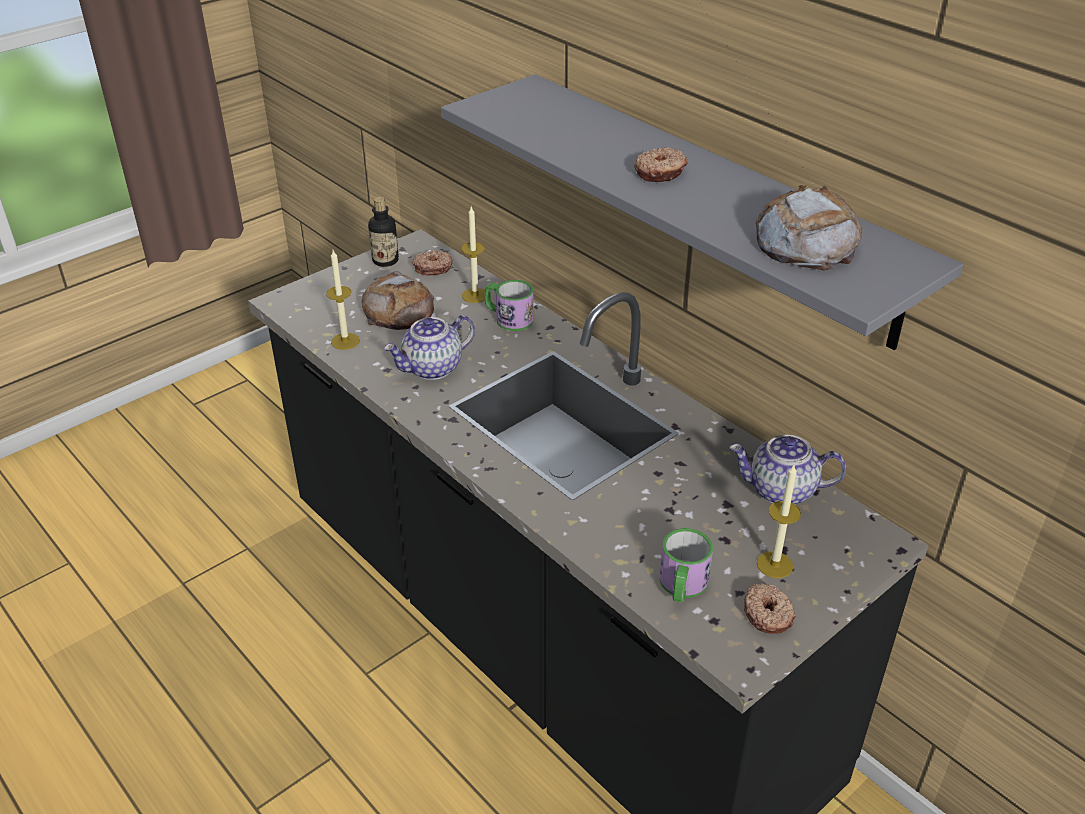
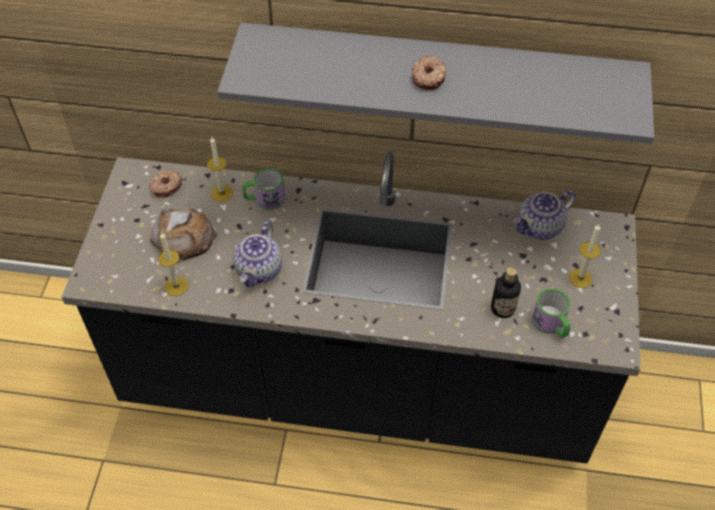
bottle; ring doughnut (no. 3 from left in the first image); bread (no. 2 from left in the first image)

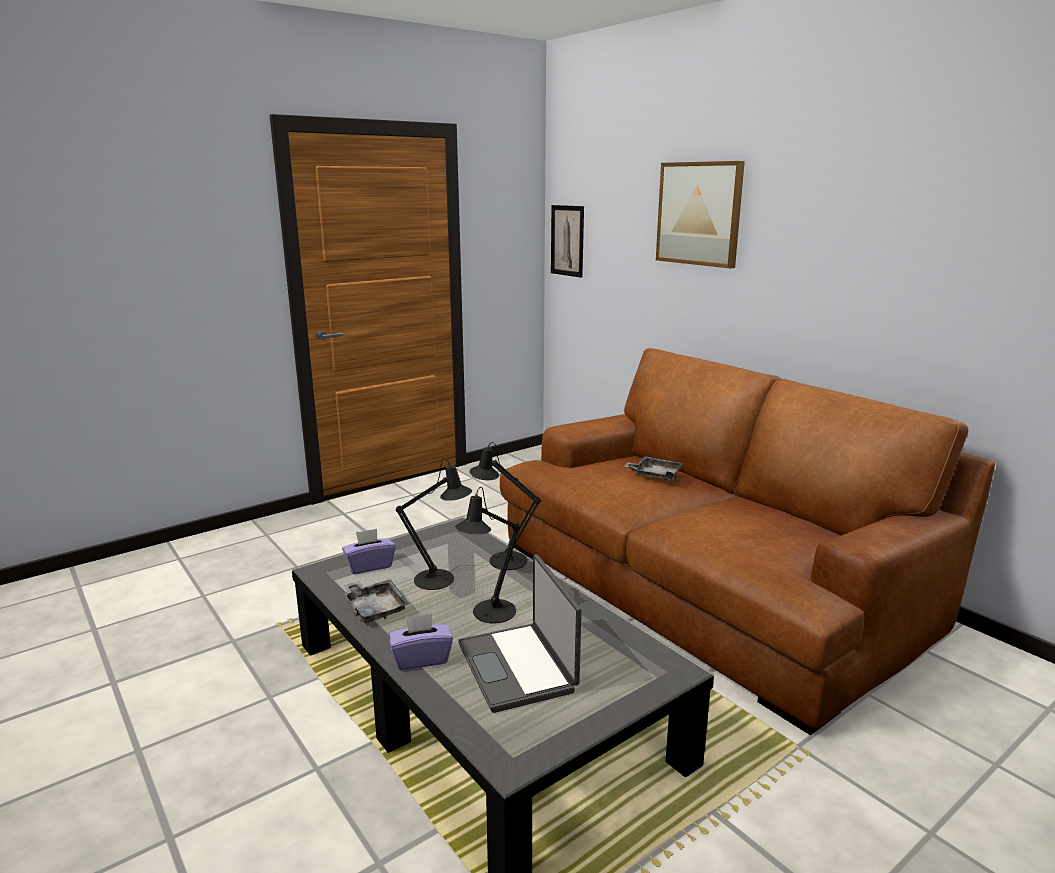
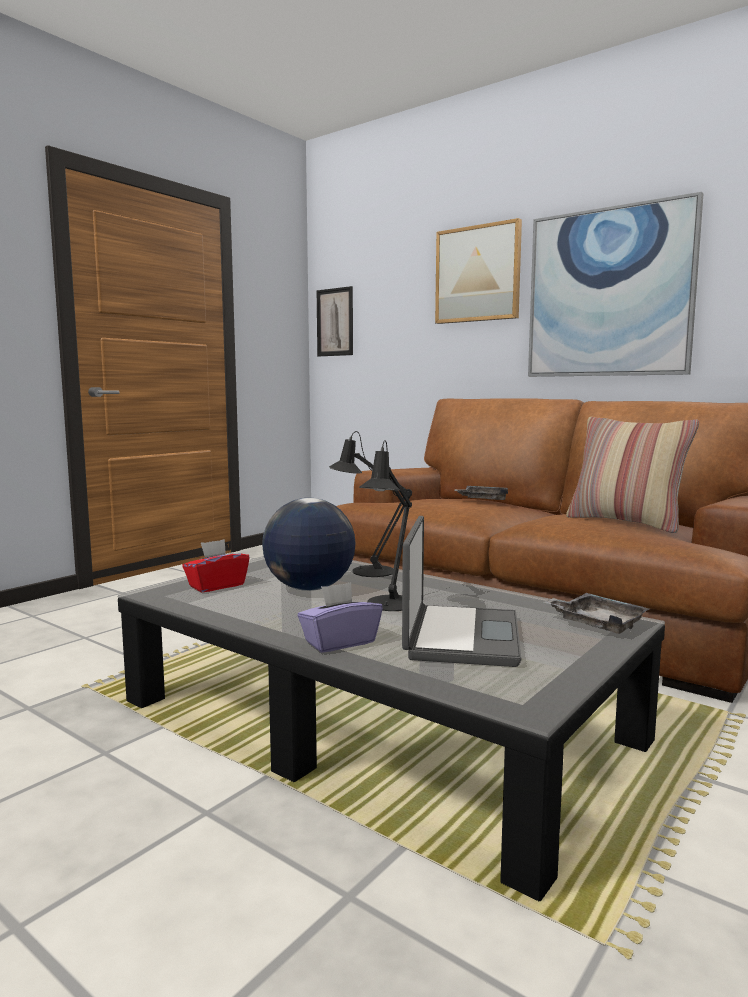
reddish box of tissues; grey tray (no. 2 from left); desk globe; notebook computer; picture (no. 3 from left); pillow

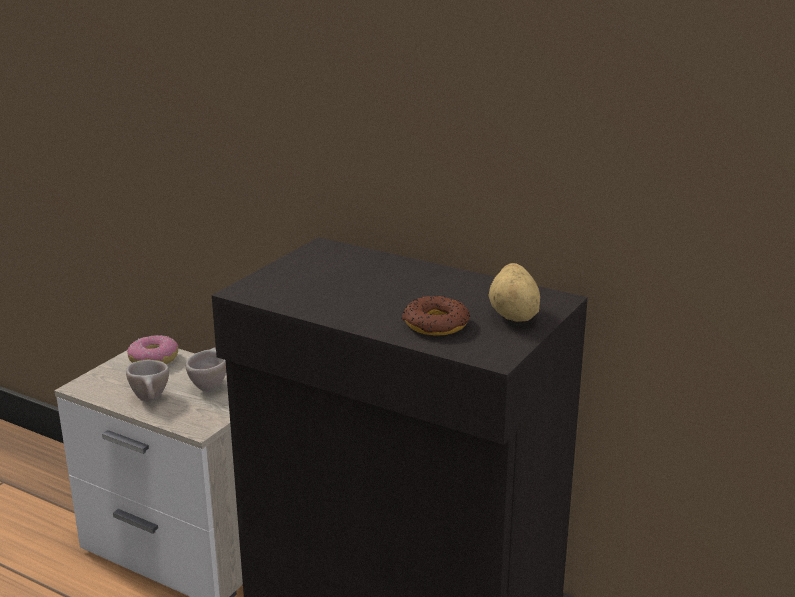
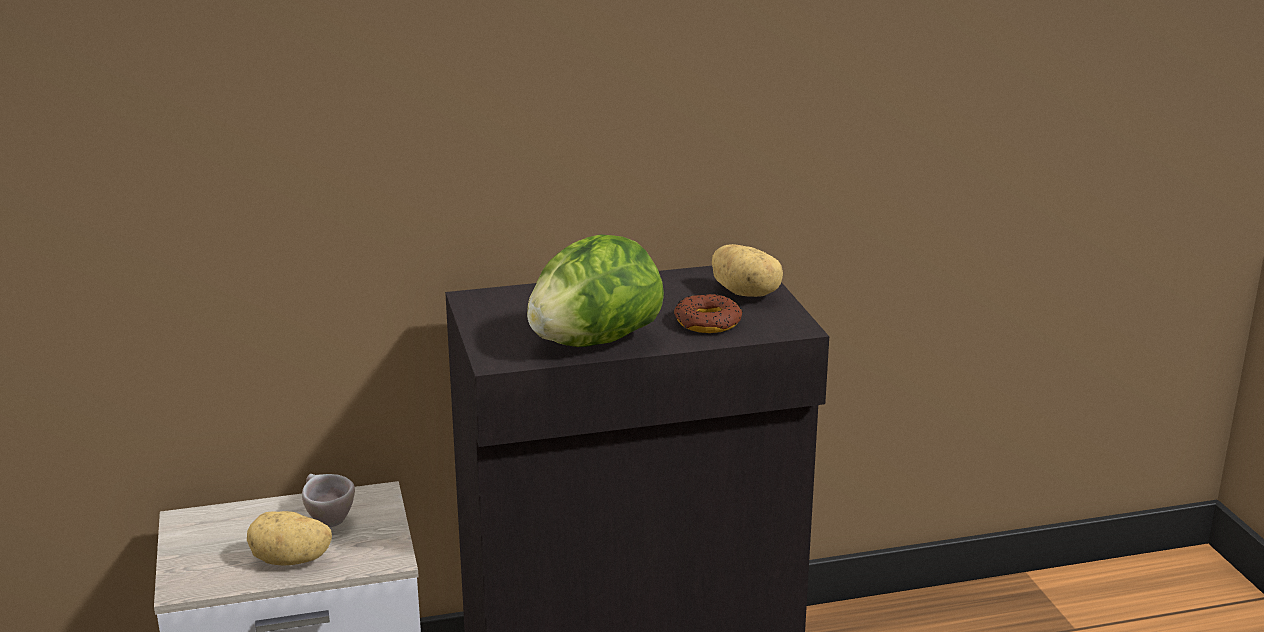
potato (no. 1 from left); ring doughnut (no. 1 from left in the first image); head of lettuce

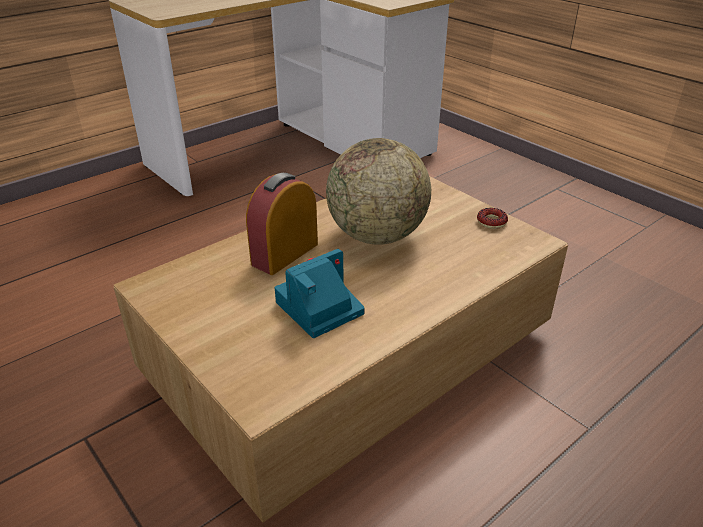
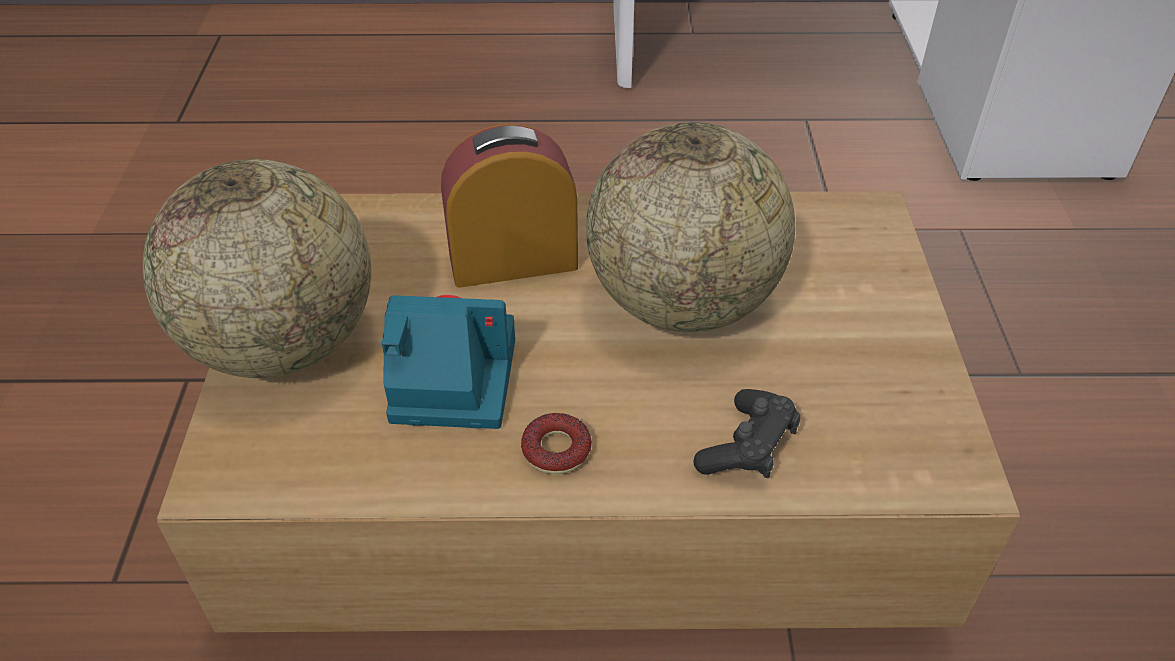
ring doughnut; desk globe (no. 1 from left); black game controller

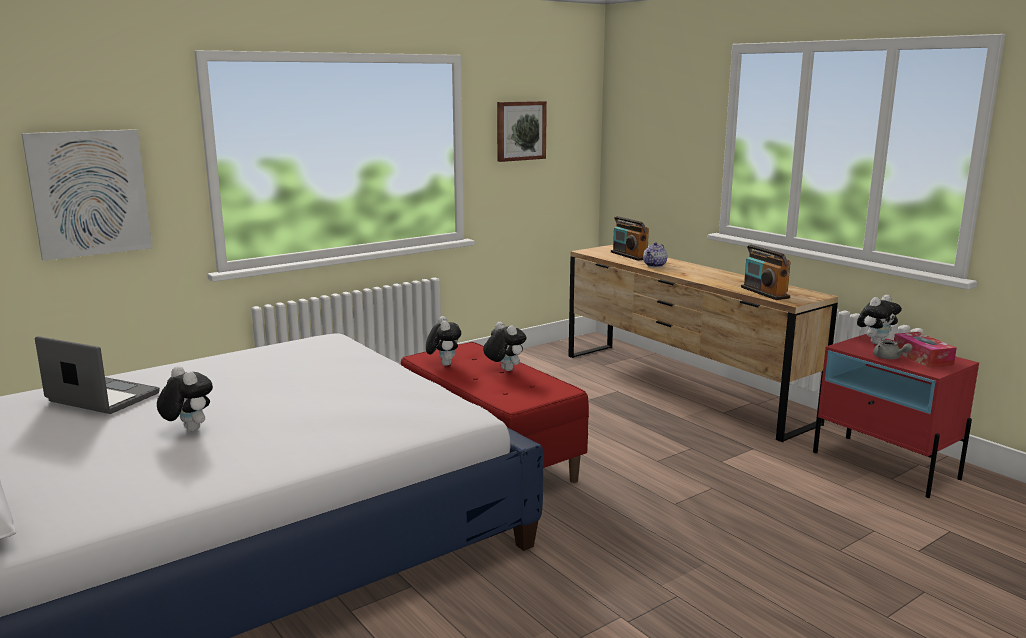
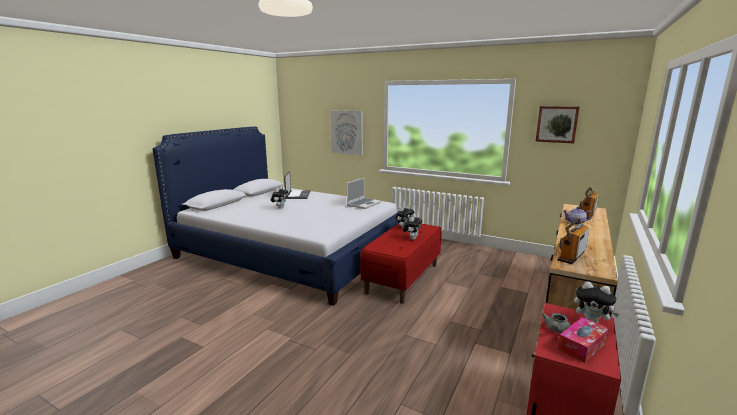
notebook computer (no. 2 from left)

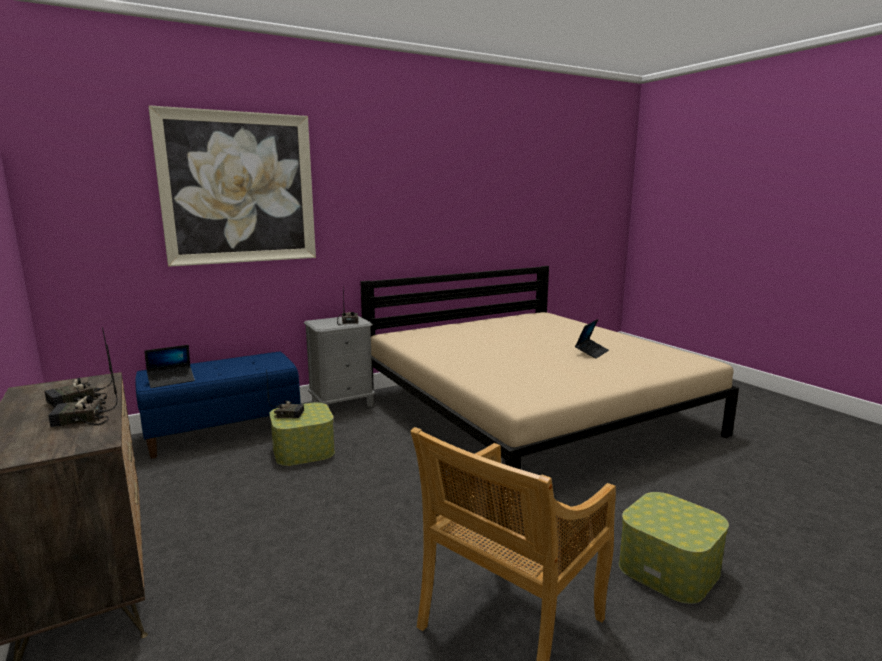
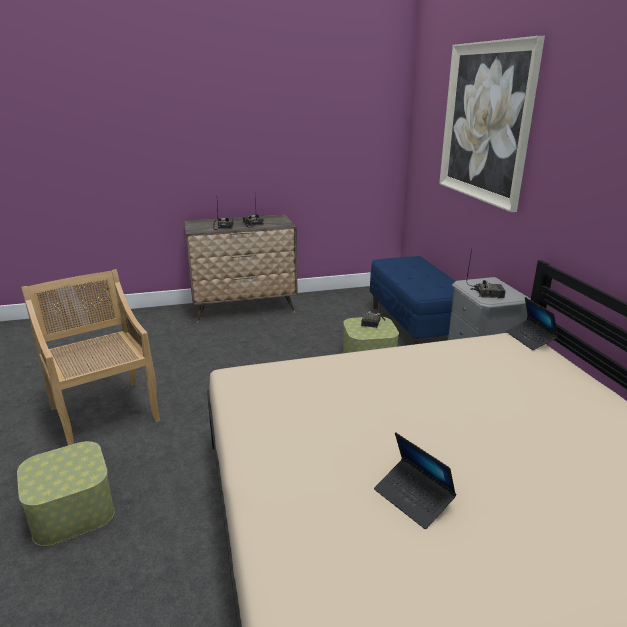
notebook computer (no. 2 from left)

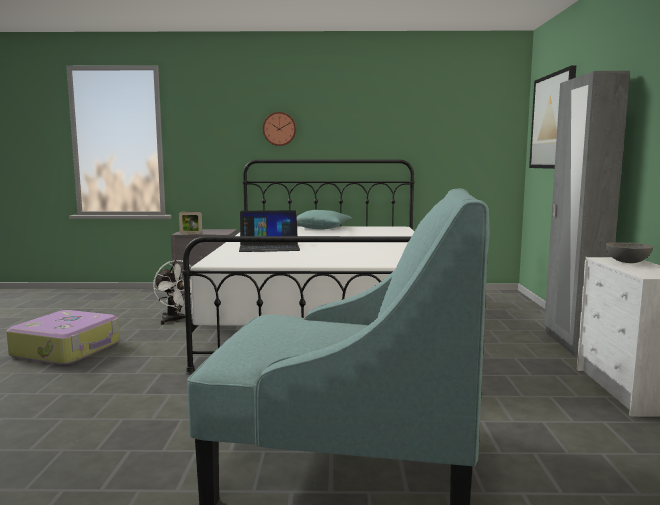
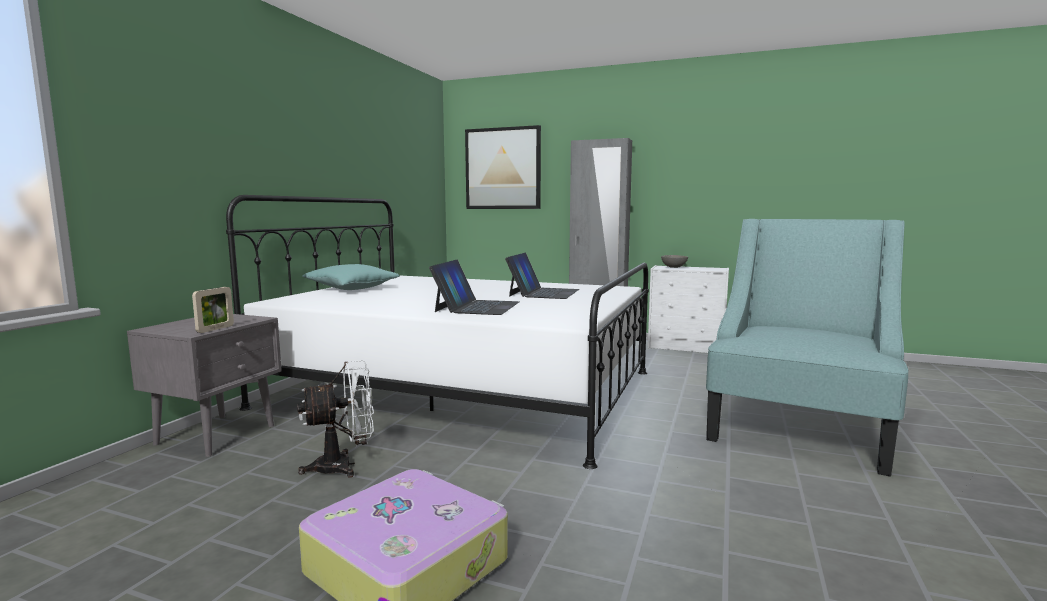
clock on the wall; notebook computer (no. 2 from left)

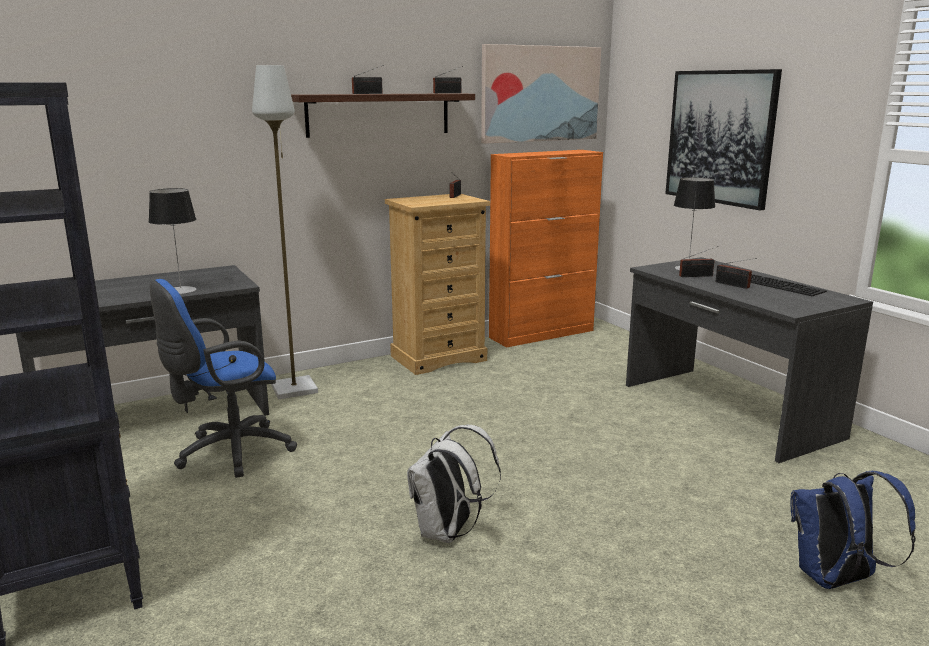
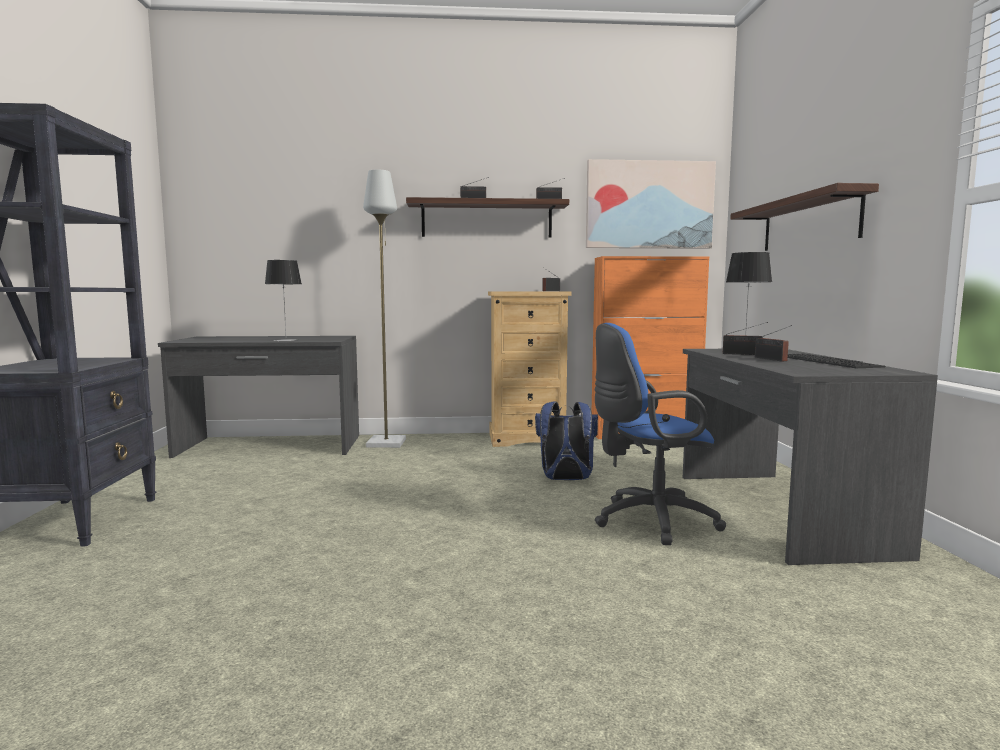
blue-coloured computer chair; white rucksack; shelf (no. 2 from left); blue-coloured rucksack

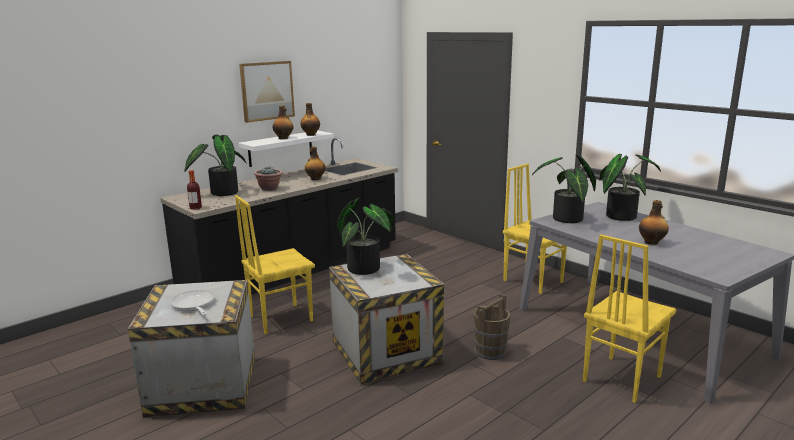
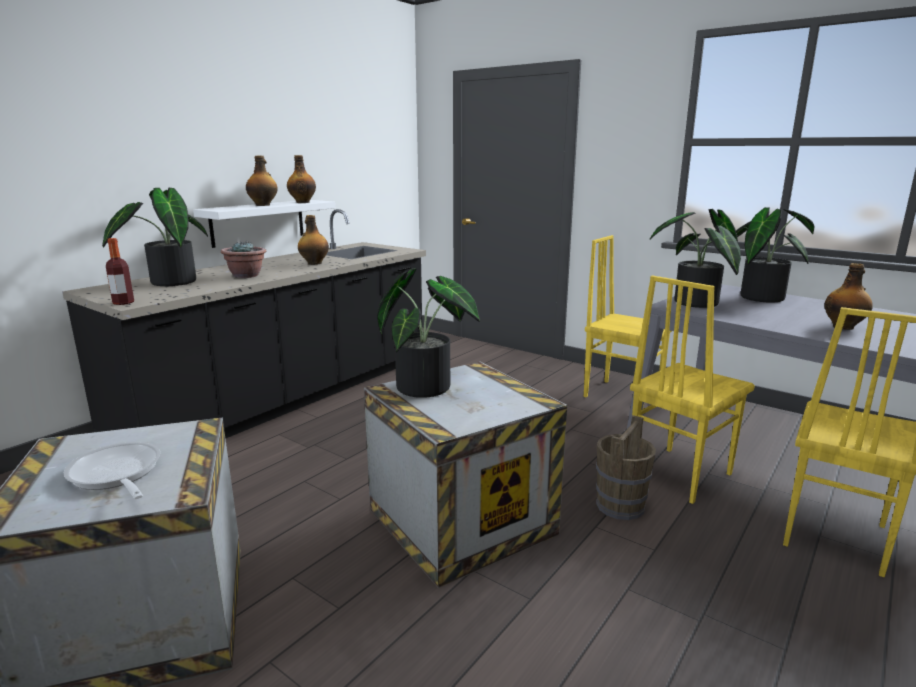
yellow plain chair (no. 2 from left); picture

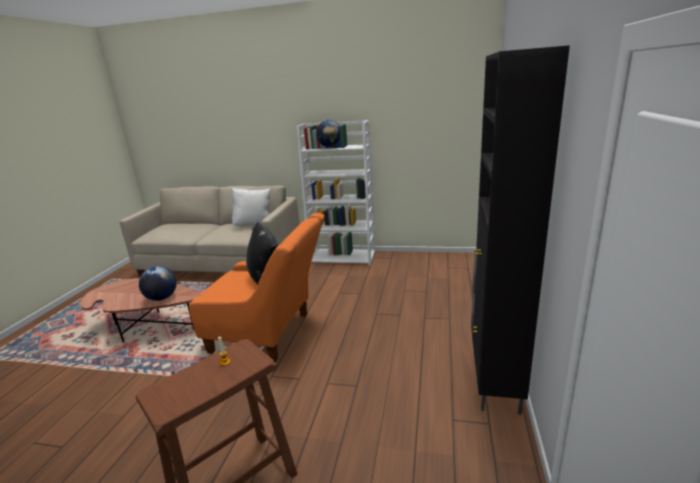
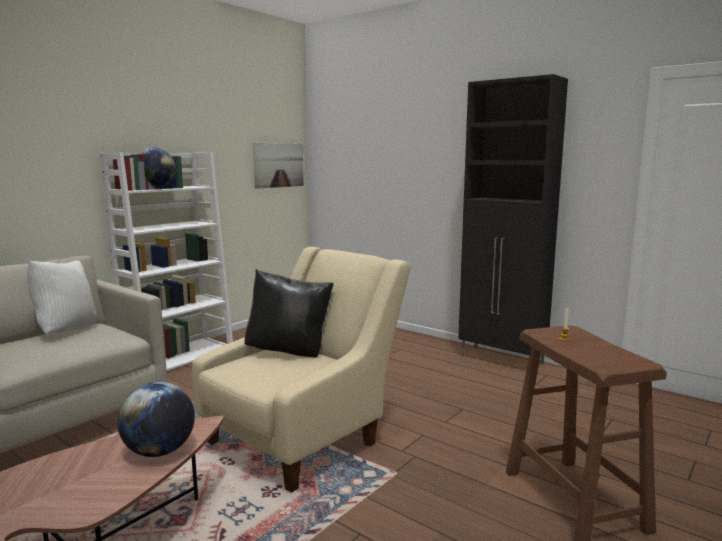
sand-coloured armchair; picture

